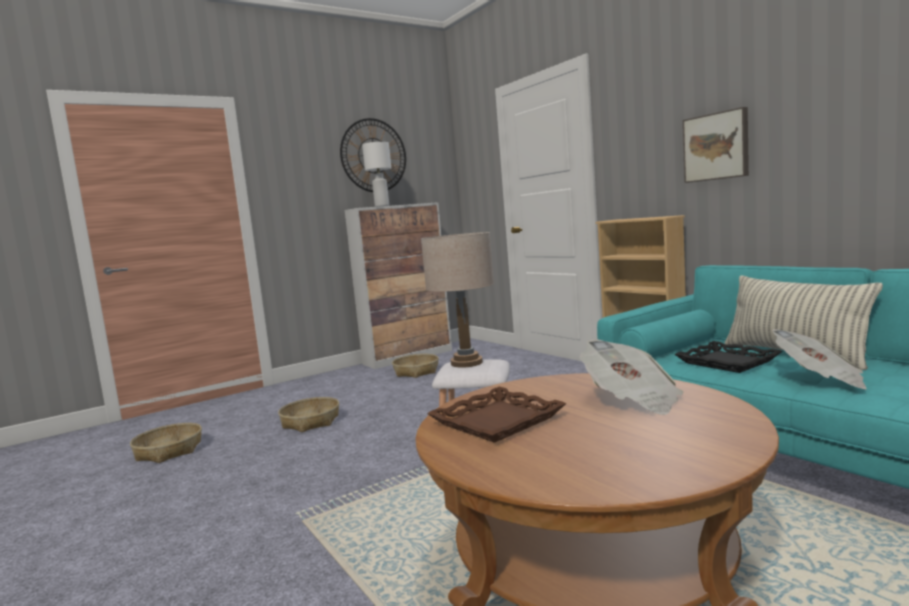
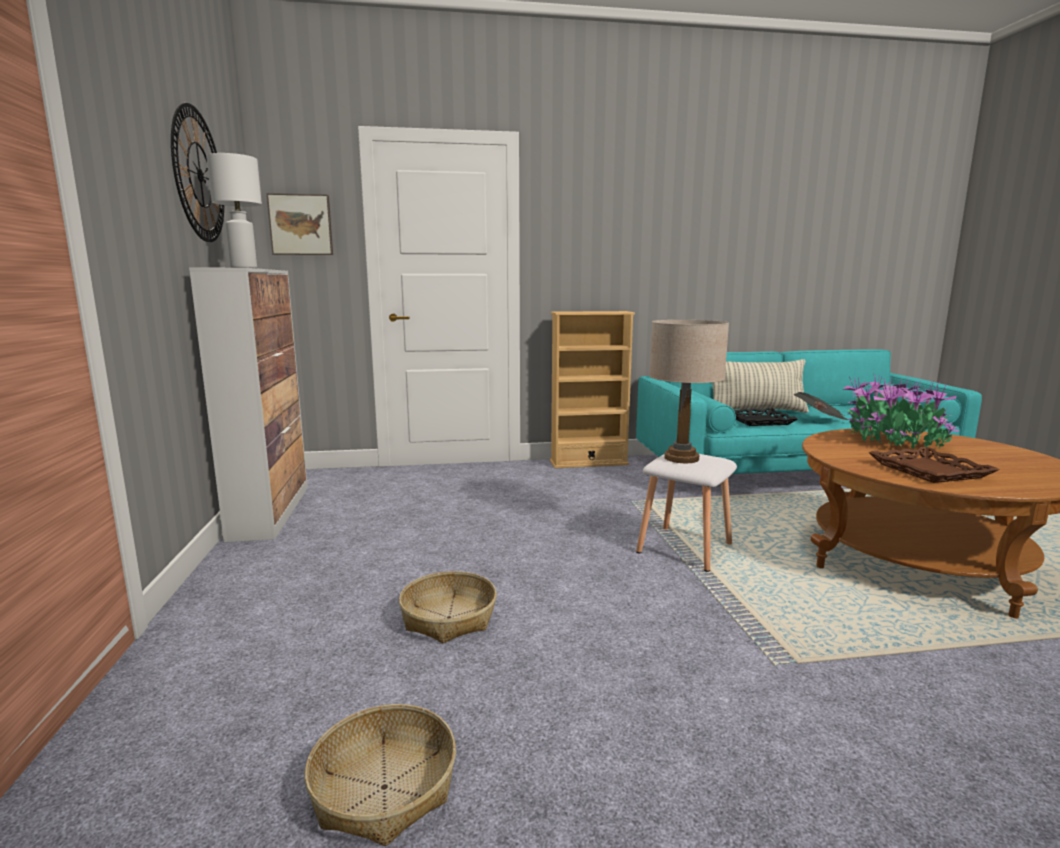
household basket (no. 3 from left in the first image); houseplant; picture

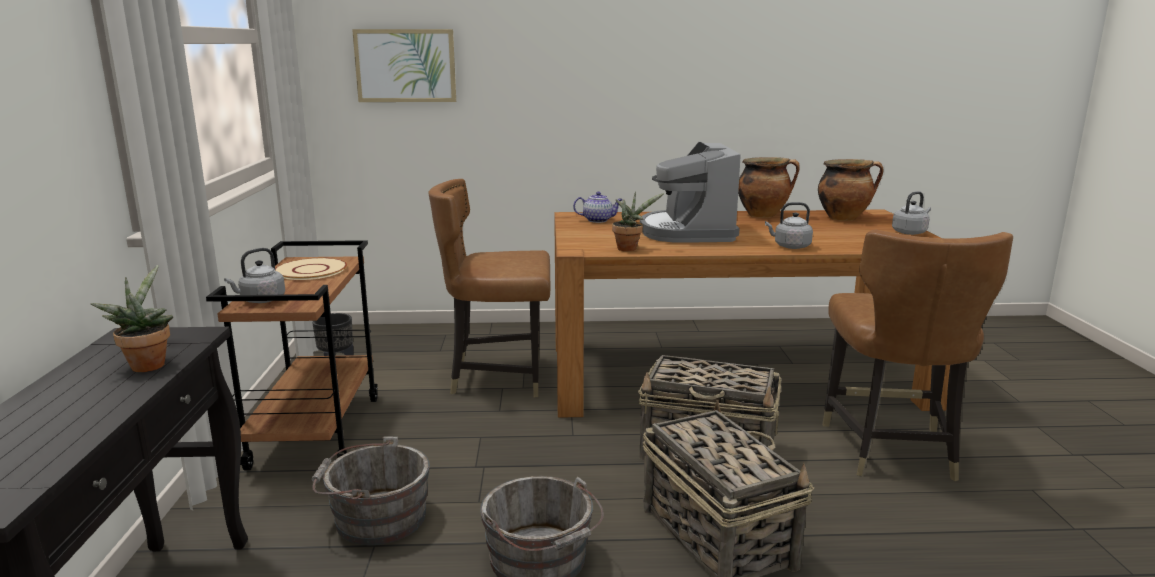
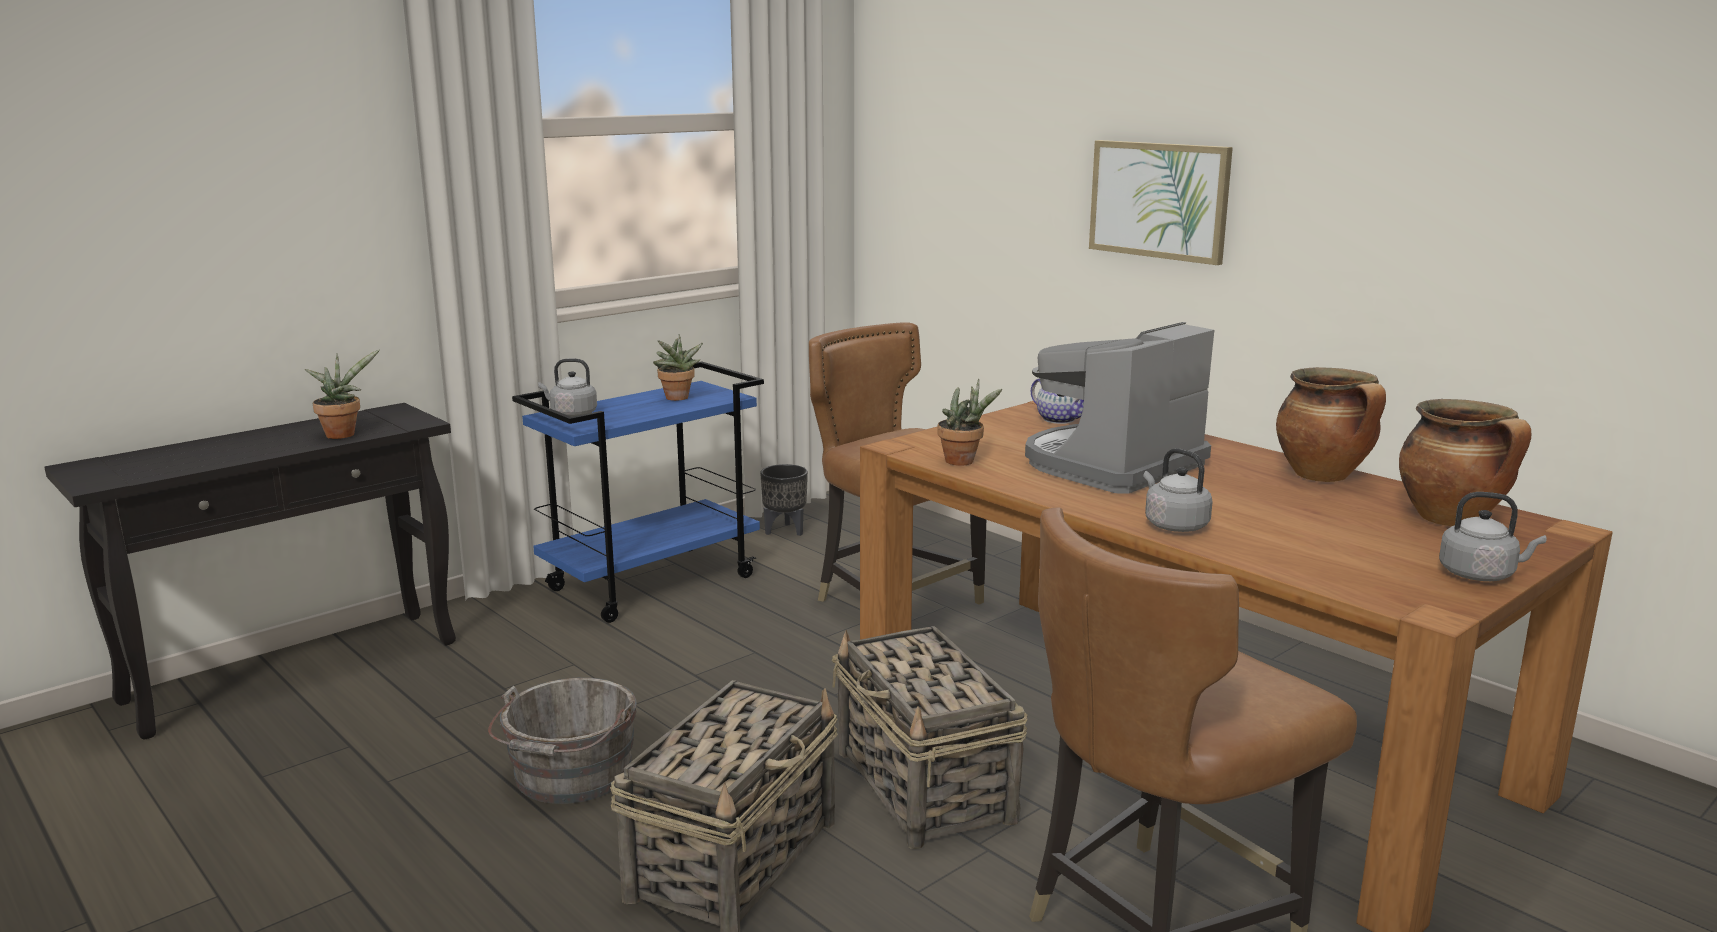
blue-coloured wheeled cart; houseplant (no. 2 from left); grey water bucket (no. 1 from left in the first image); picture

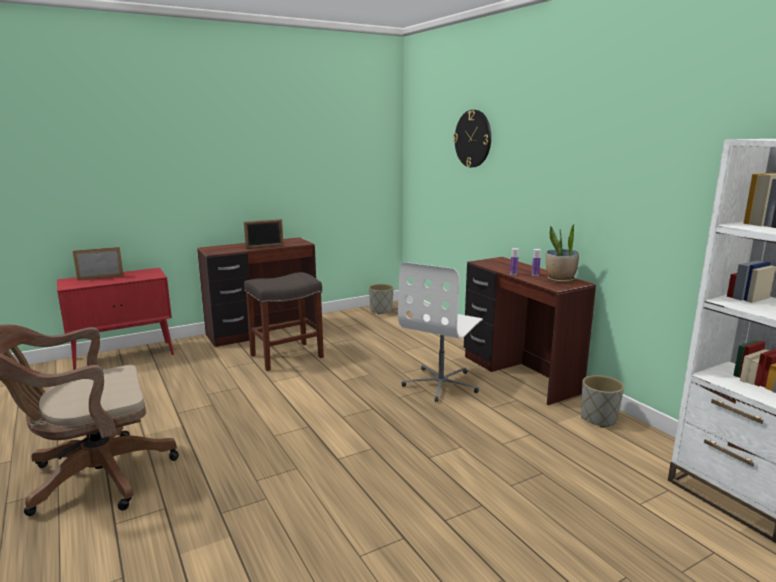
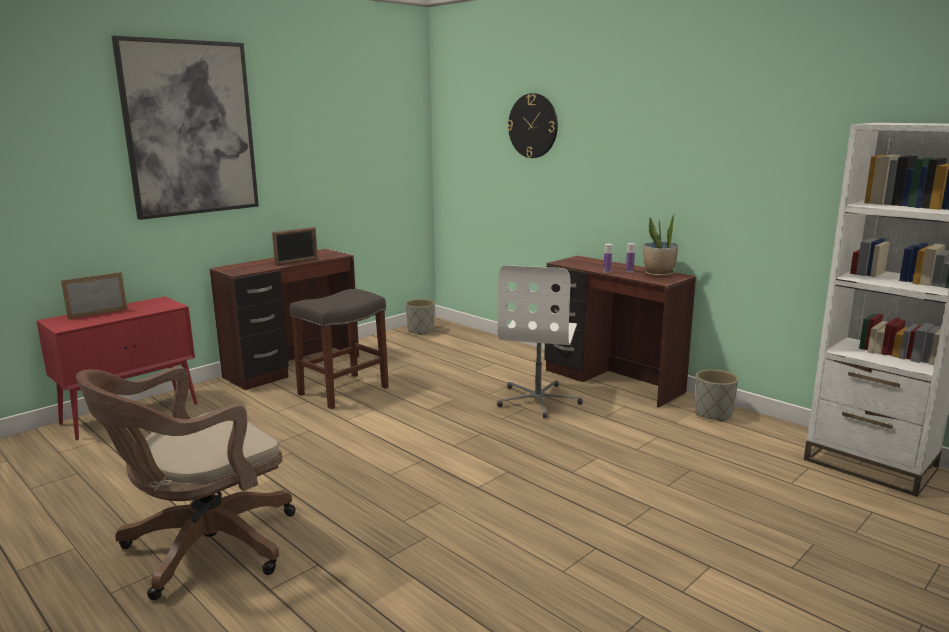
picture

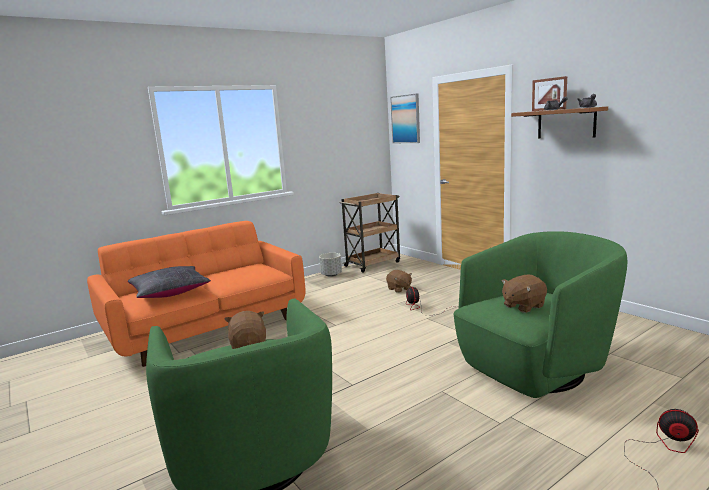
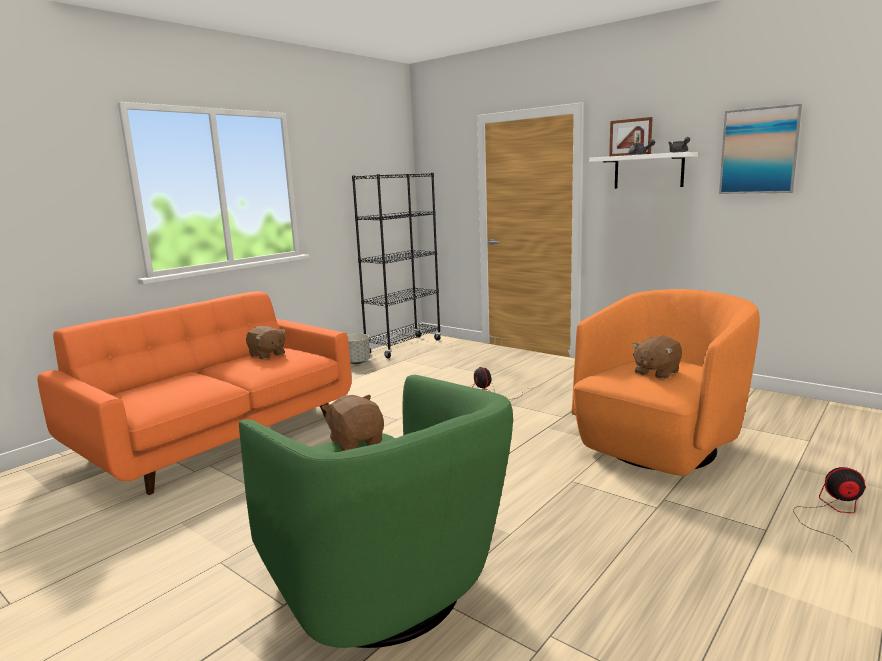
black pillow; black bookshelf; brownish cuddly toy (no. 1 from left); picture; orangey armchair; white shelf

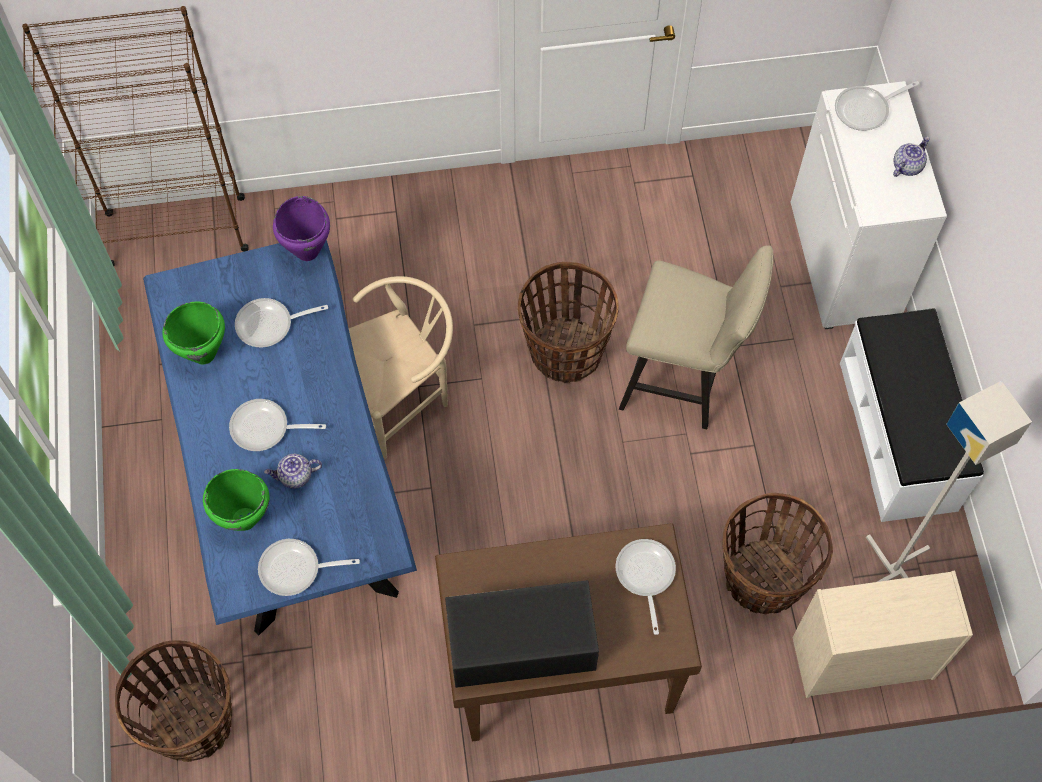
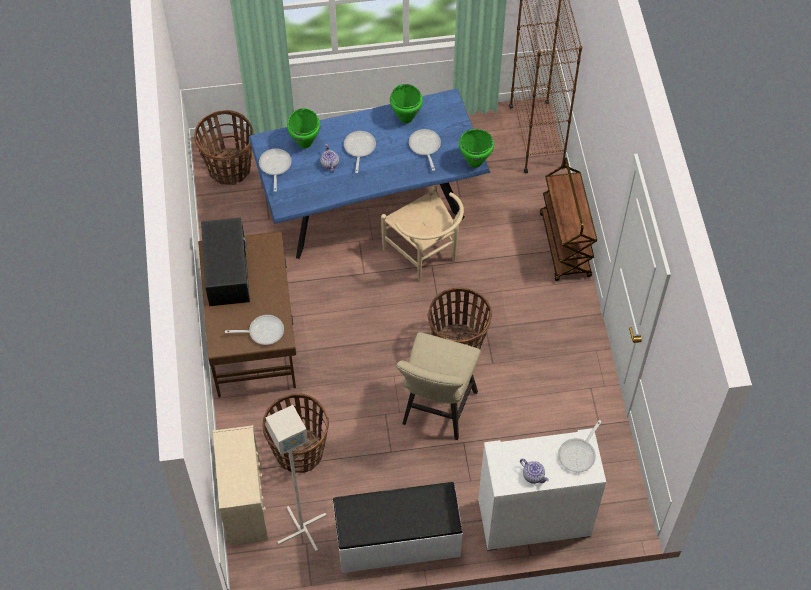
green-coloured stockpot (no. 3 from left); pan (no. 5 from left); brownish wheeled cart

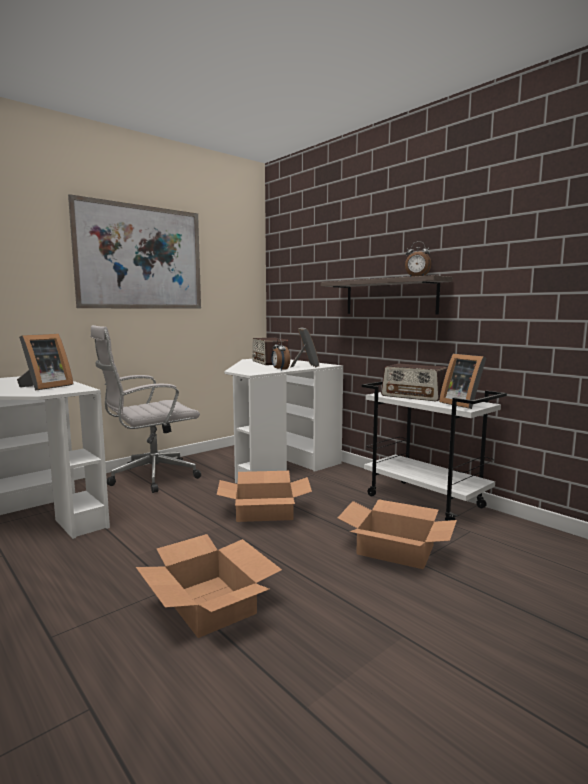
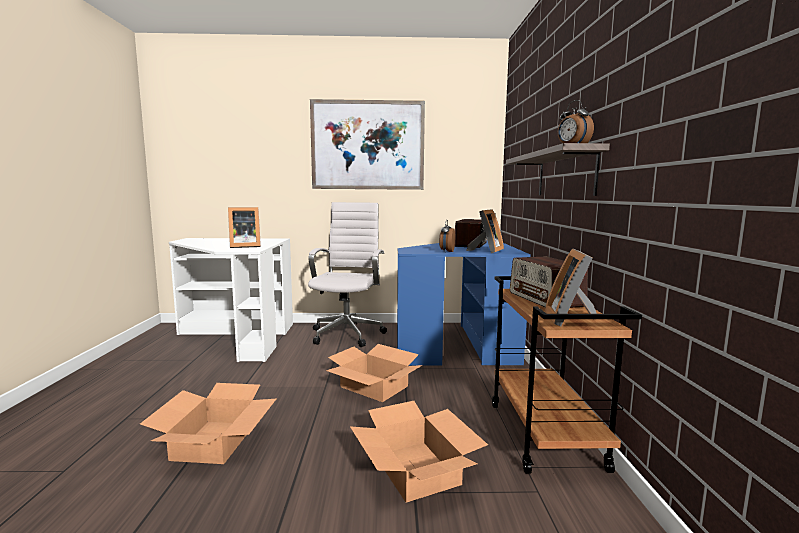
white computer chair; blue-coloured desk table; brownish wheeled cart

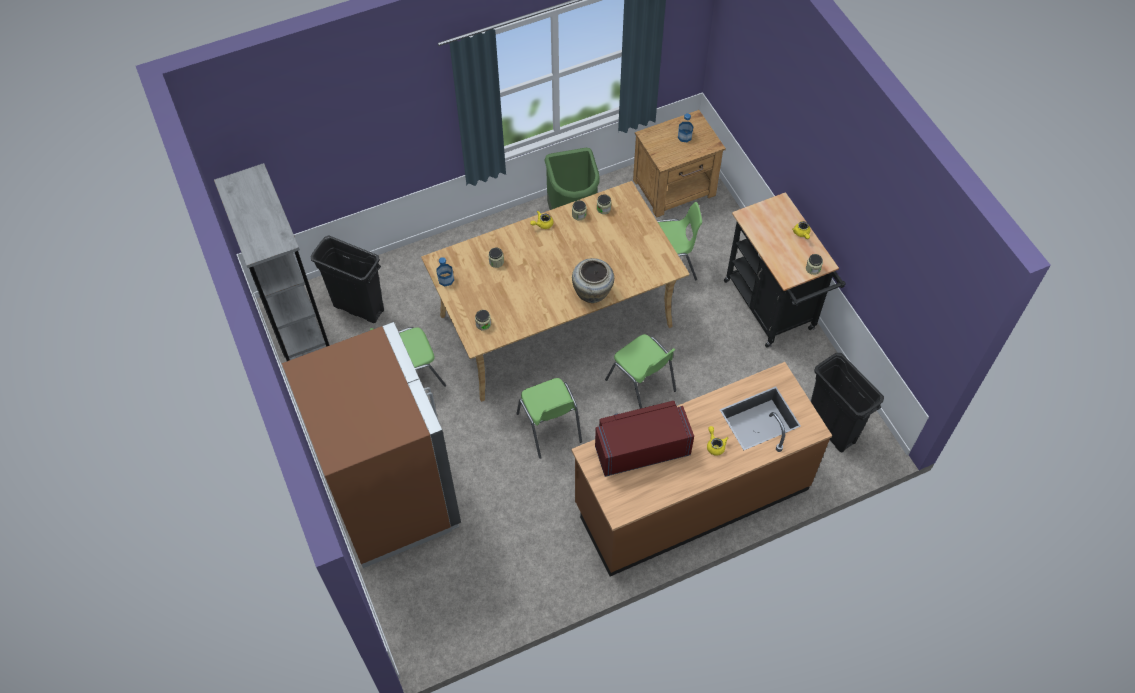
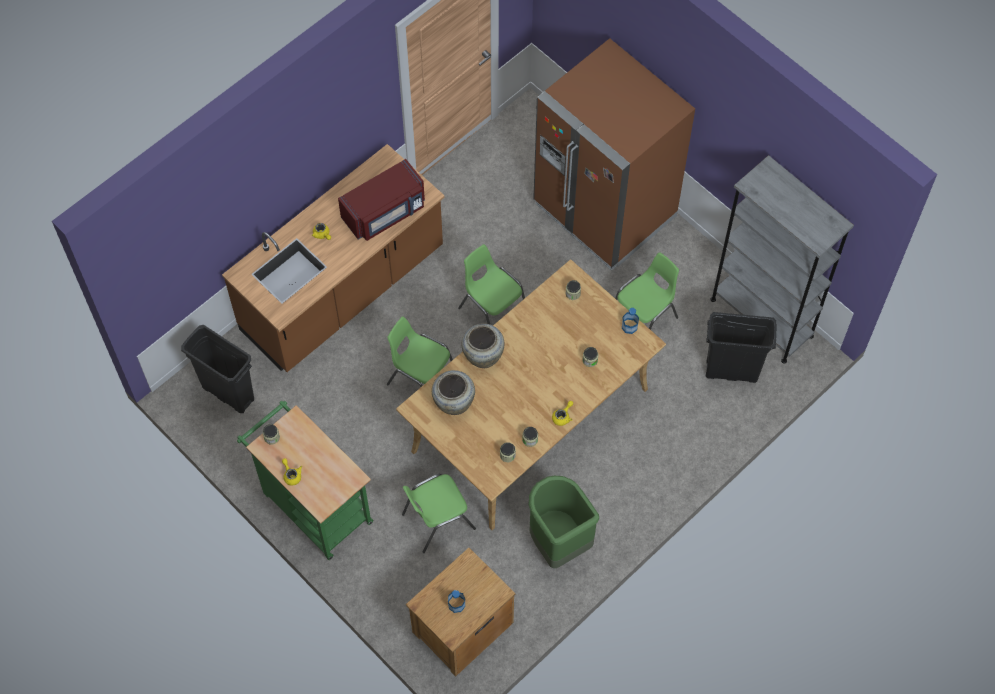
green-coloured wheeled cart; sand-coloured flower vase (no. 1 from left)

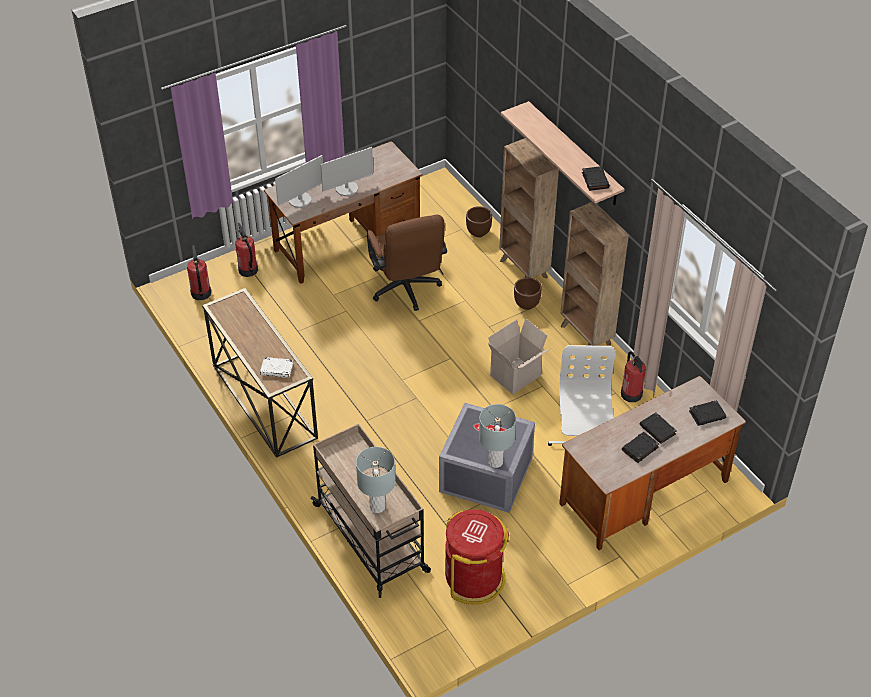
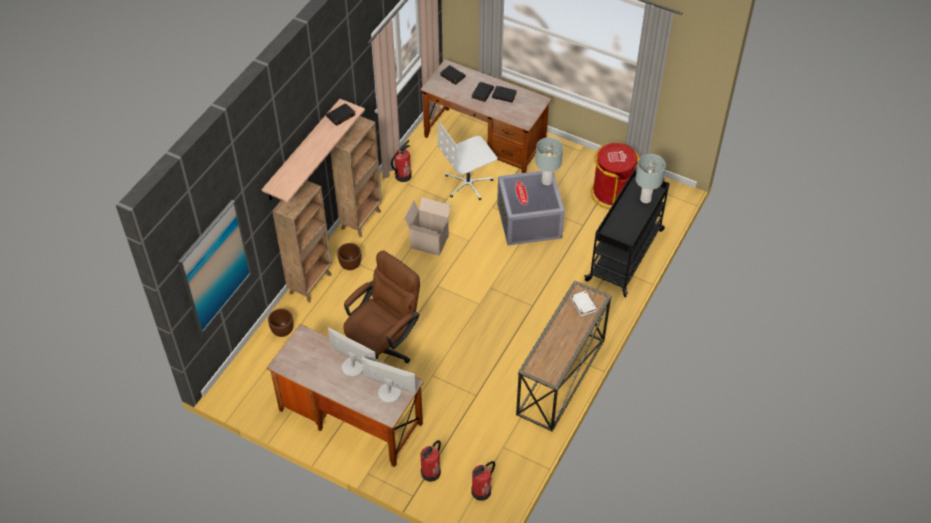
black wheeled cart; picture

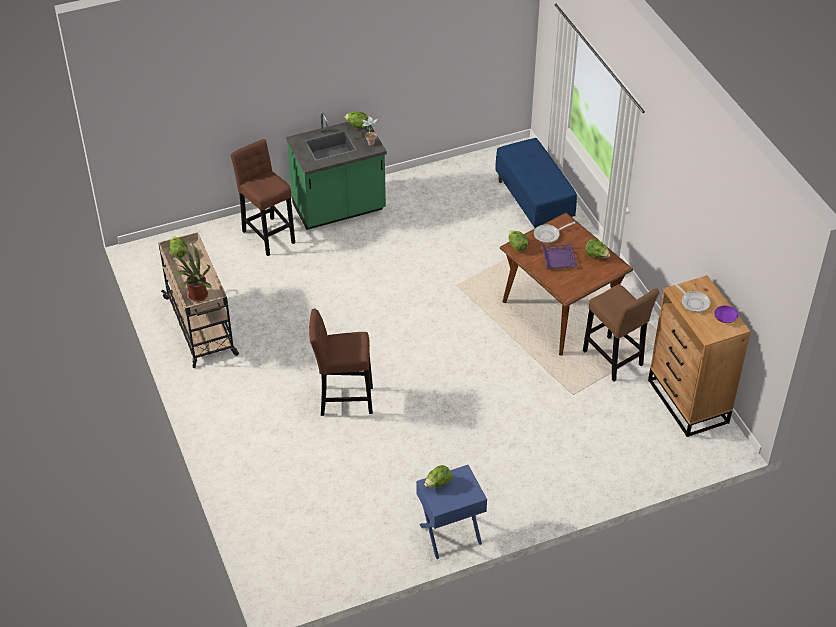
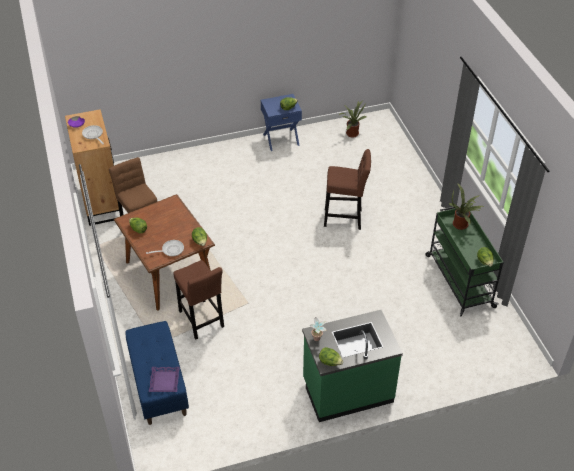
green-coloured wheeled cart; brownish sitting stool (no. 2 from left); purplish tray; houseplant (no. 2 from left)

